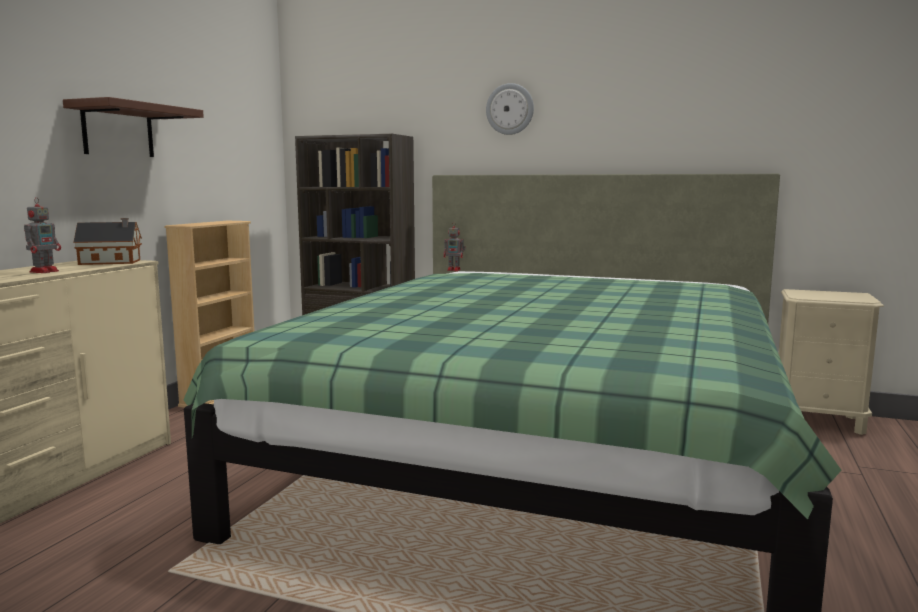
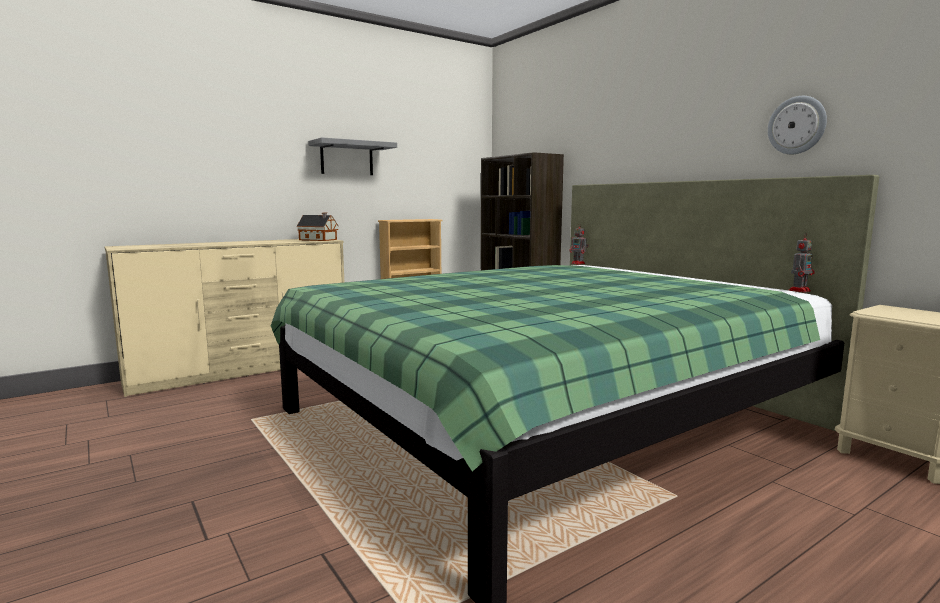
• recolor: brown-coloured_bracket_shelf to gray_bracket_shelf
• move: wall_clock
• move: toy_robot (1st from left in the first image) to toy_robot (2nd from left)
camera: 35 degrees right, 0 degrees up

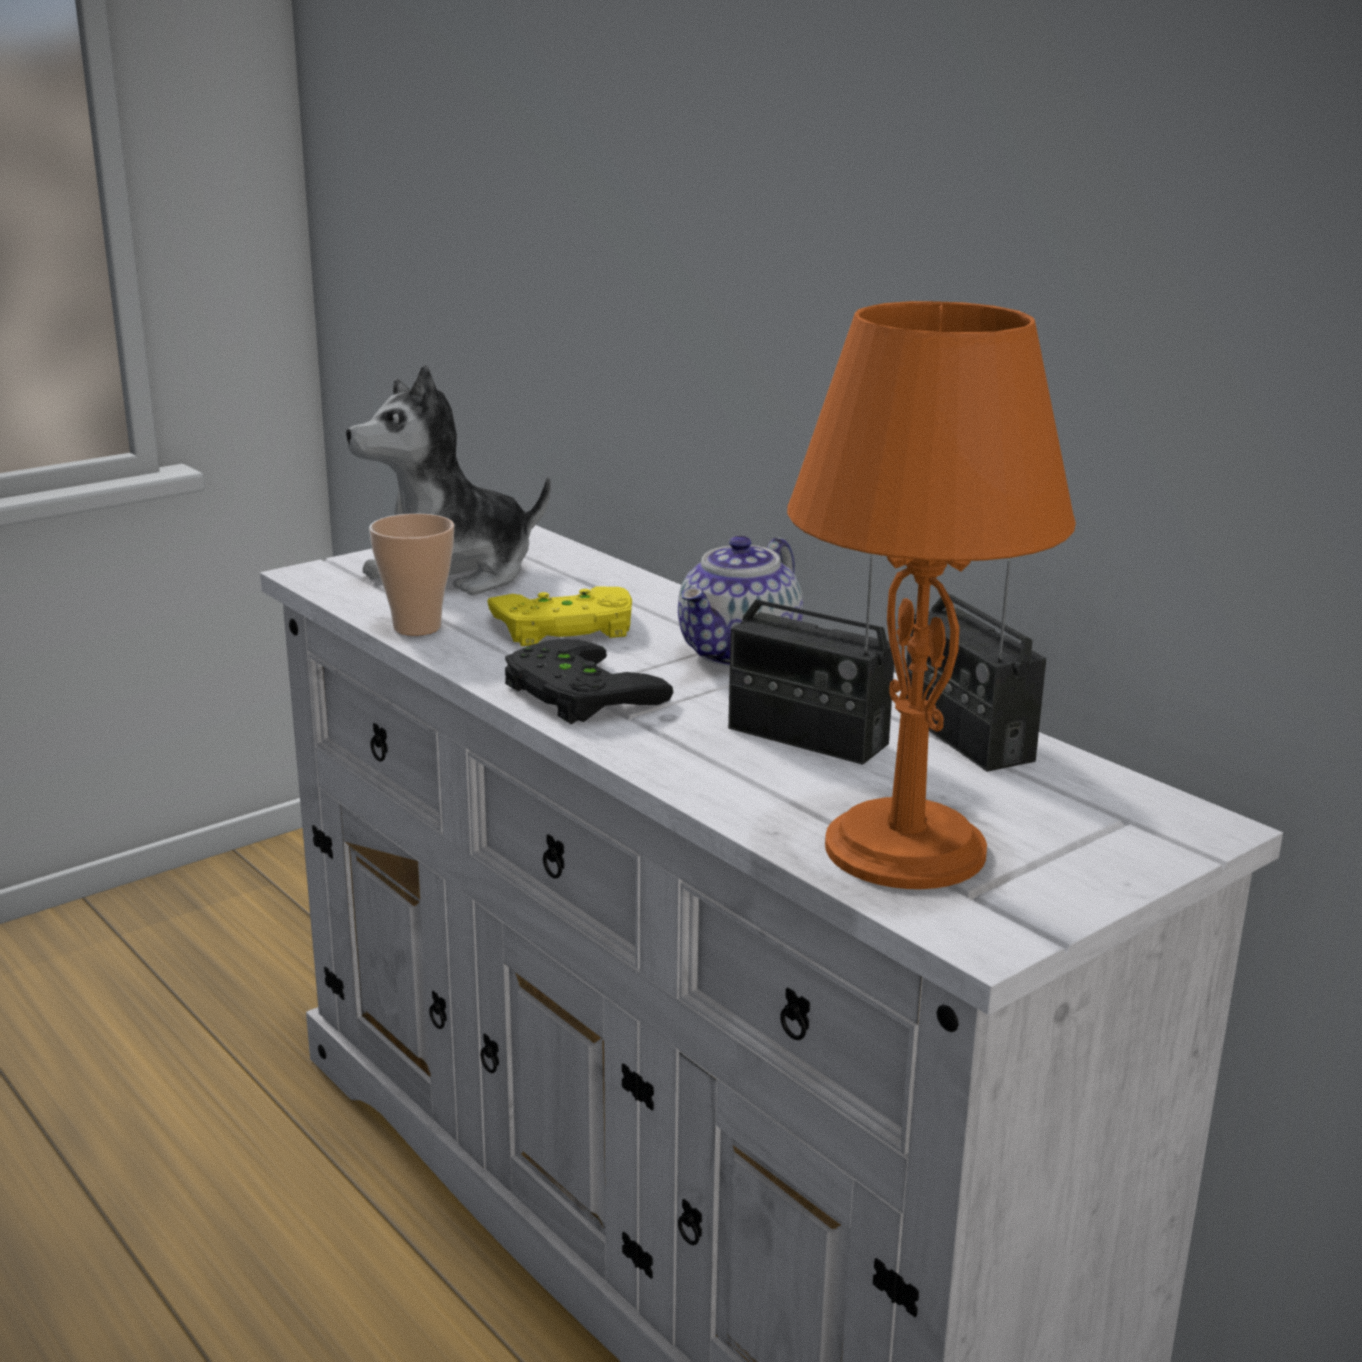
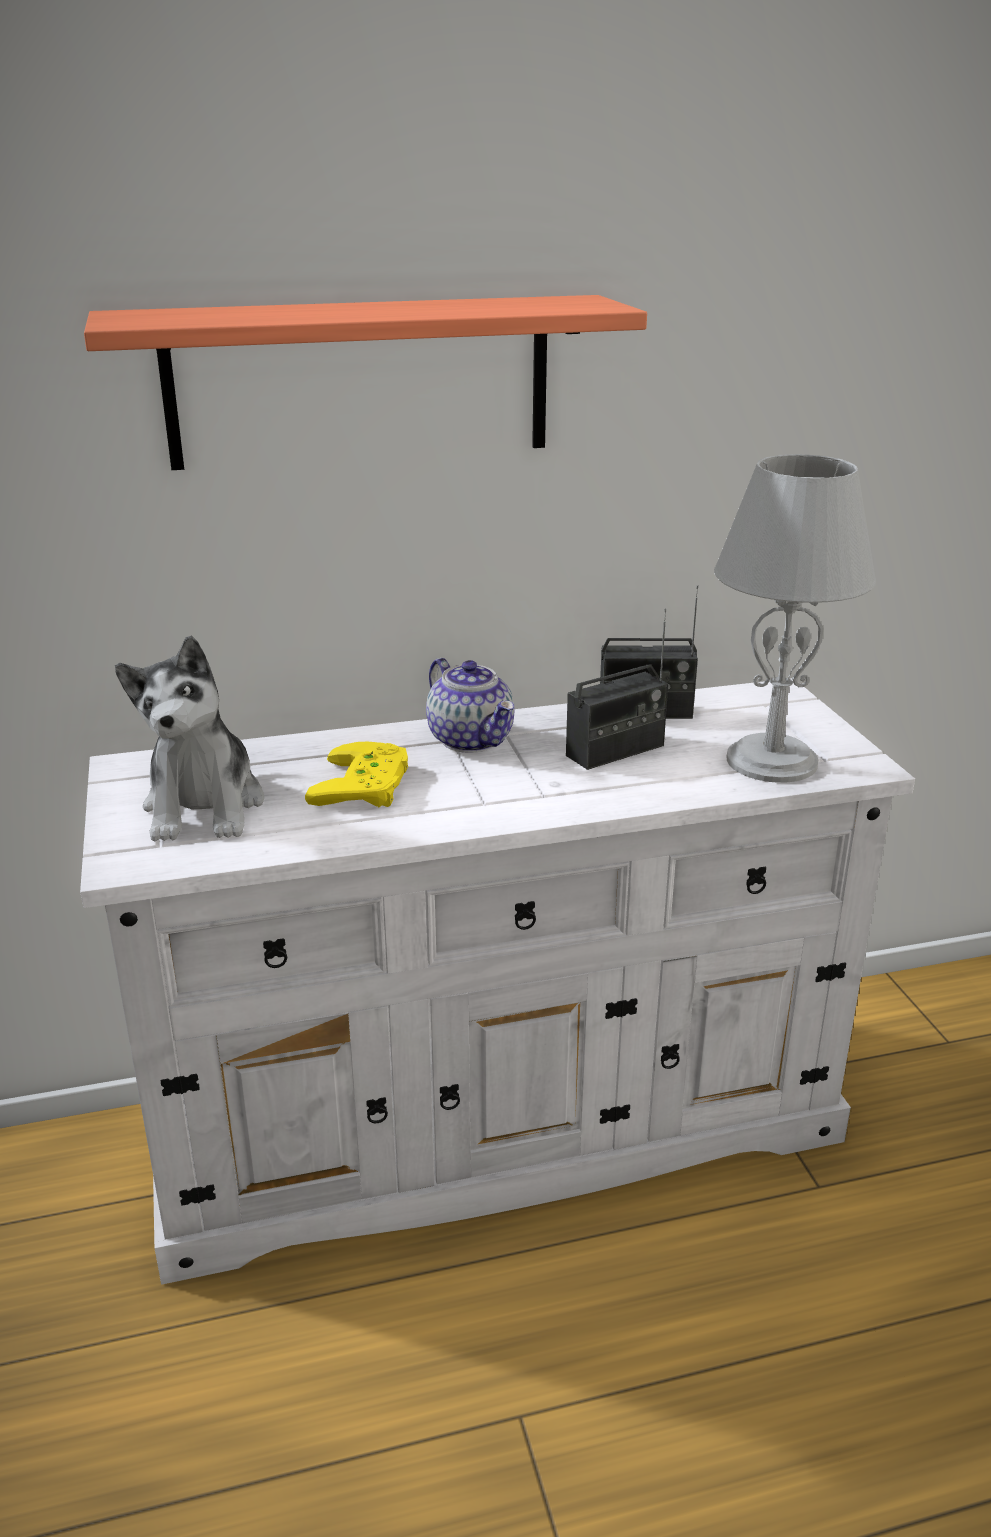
• insert: bracket_shelf
• recolor: orange-coloured_tabletop_lamp to gray_tabletop_lamp
• delete: cup
• delete: blackish_gamepad
camera: 65 degrees left, 5 degrees up

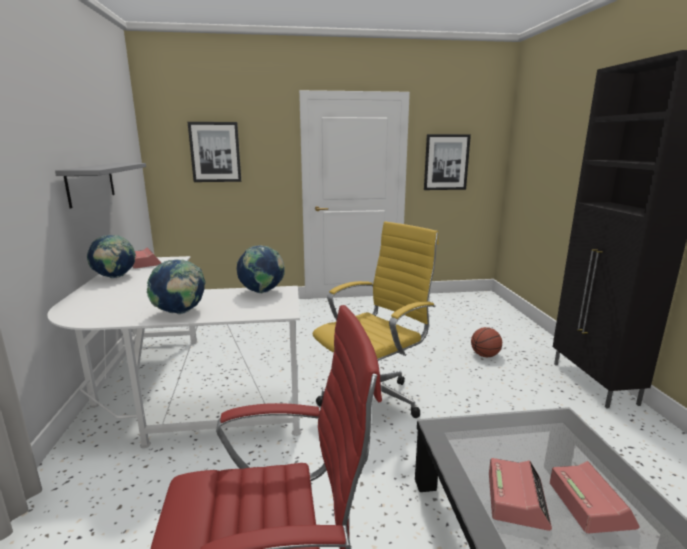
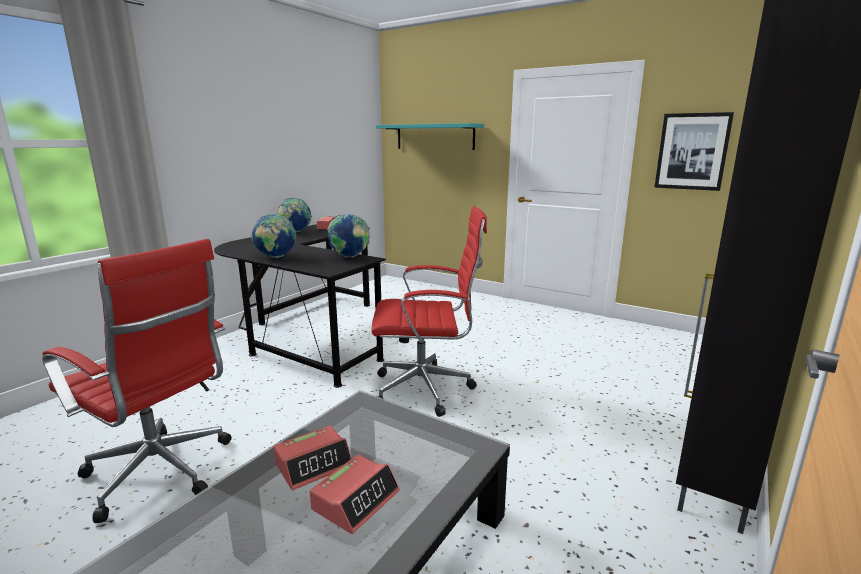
• recolor: whitish_desk_table to blackish_desk_table
• recolor: yellow_computer_chair to red_computer_chair (2nd from left)
• replace: wall_art (1st from left) to turquoise_bracket_shelf
• delete: gray_bracket_shelf
• delete: ball_for_basketball
camera: 40 degrees right, 0 degrees up

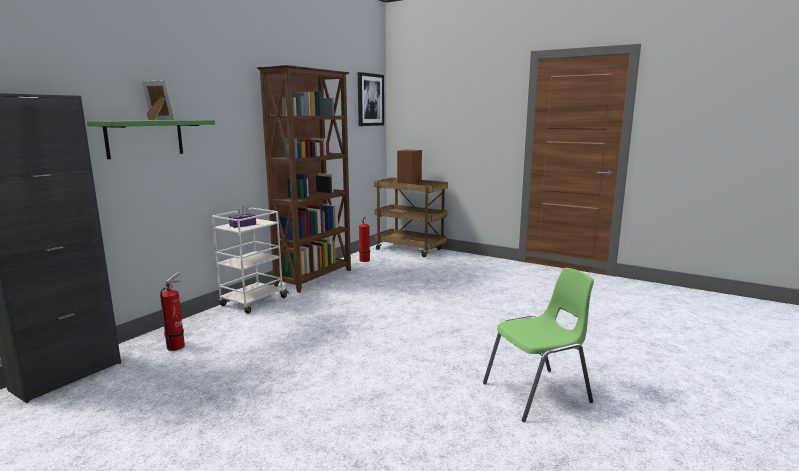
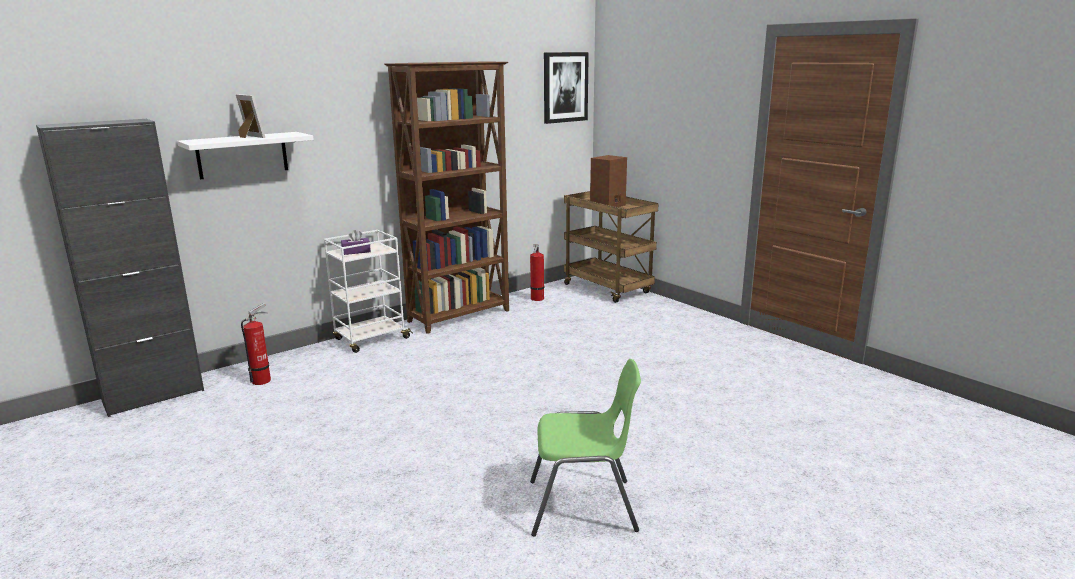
• recolor: green_bracket_shelf to whitish_bracket_shelf
camera: 20 degrees right, 5 degrees up

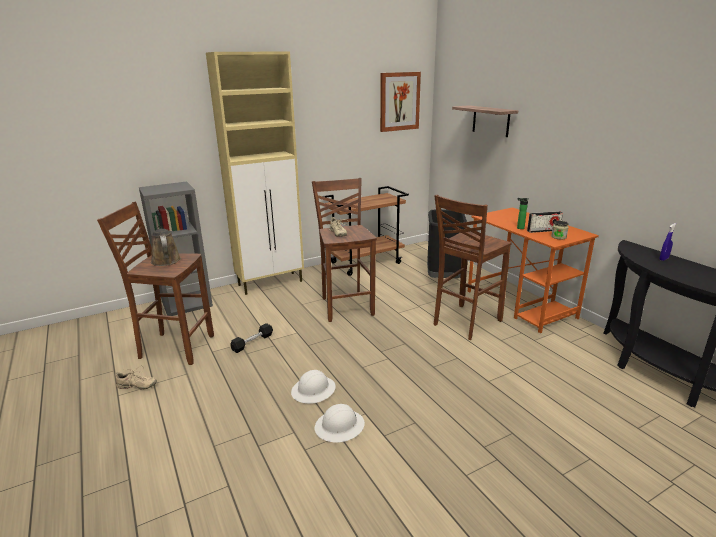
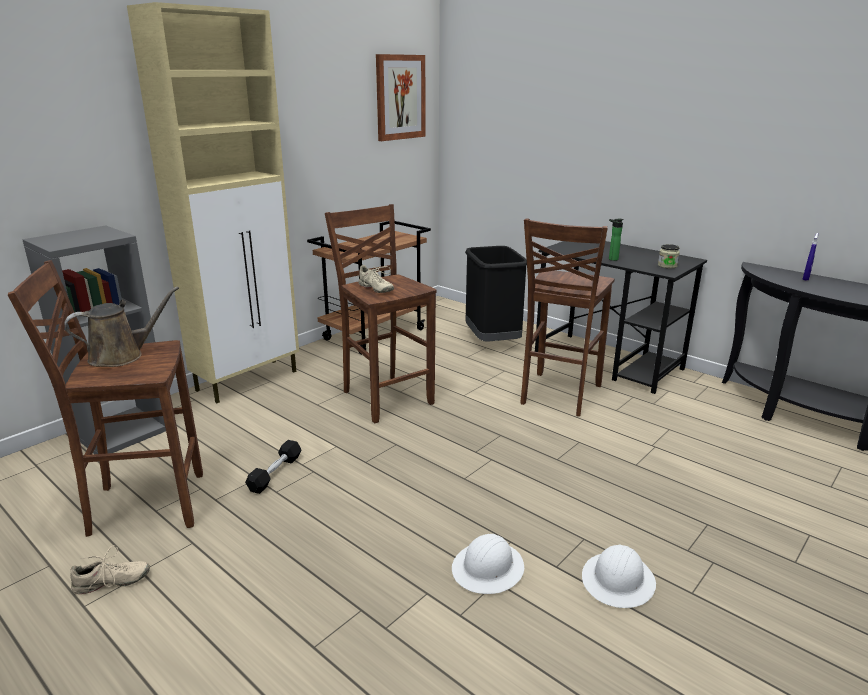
• rotate: brown-coloured_sprinkling_can 105 degrees clockwise
• recolor: orange-coloured_desk_table to blackish_desk_table
• move: whitish_hard_hat (1st from left in the first image) to whitish_hard_hat (2nd from left)
• delete: bracket_shelf
• delete: radio_receiver
camera: 20 degrees left, 0 degrees up

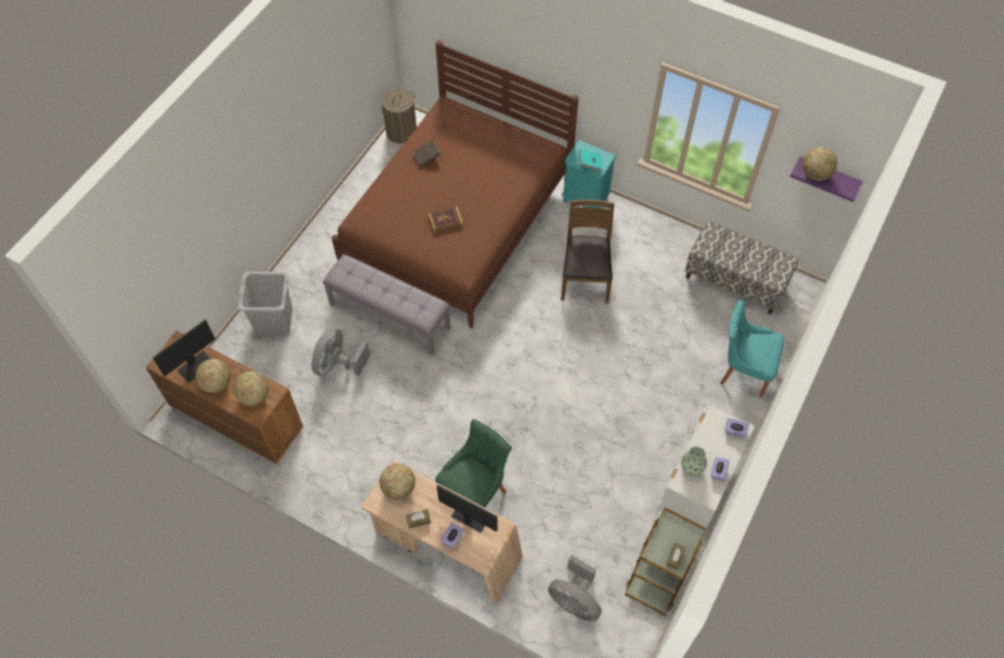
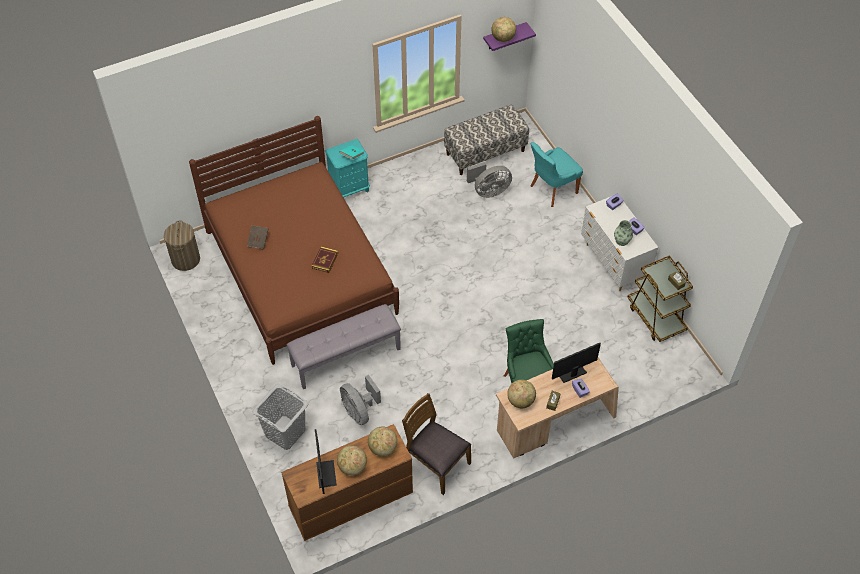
• move: brown-coloured_plain_chair
• move: gray_electric_fan (2nd from left)
camera: 55 degrees left, 5 degrees down

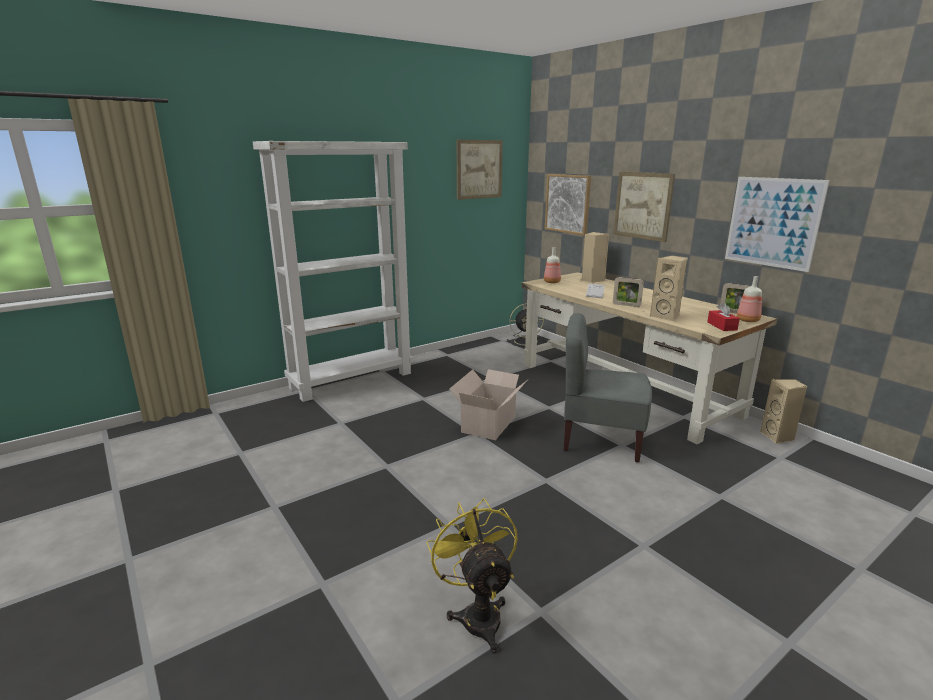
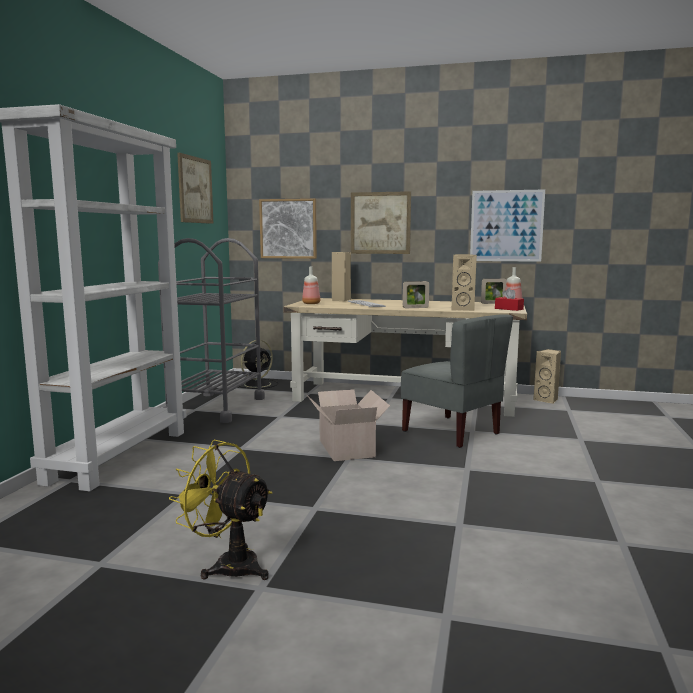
• insert: gray_wheeled_cart
• move: yellow_electric_fan
• rotate: gray_plain_chair 105 degrees counterclockwise
camera: 40 degrees left, 10 degrees down

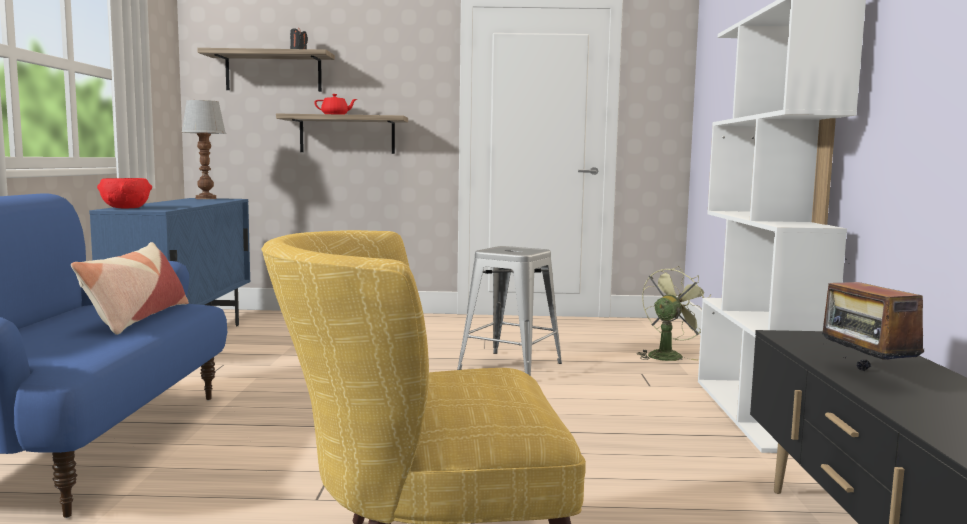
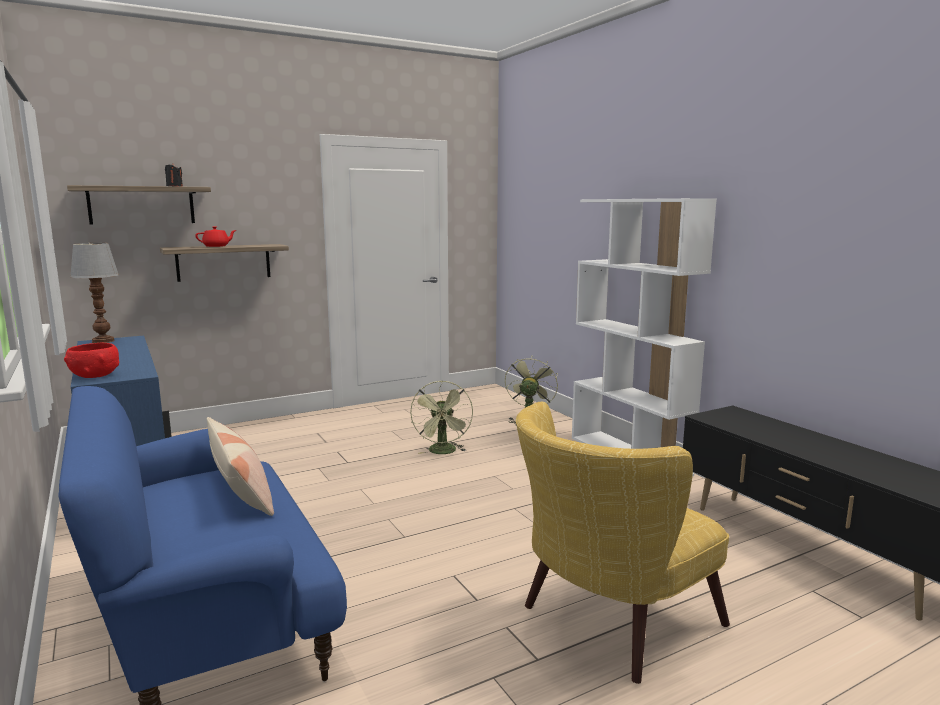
• replace: gray_sitting_stool to green_electric_fan (1st from left)
• delete: radio_receiver
camera: 30 degrees left, 5 degrees up

